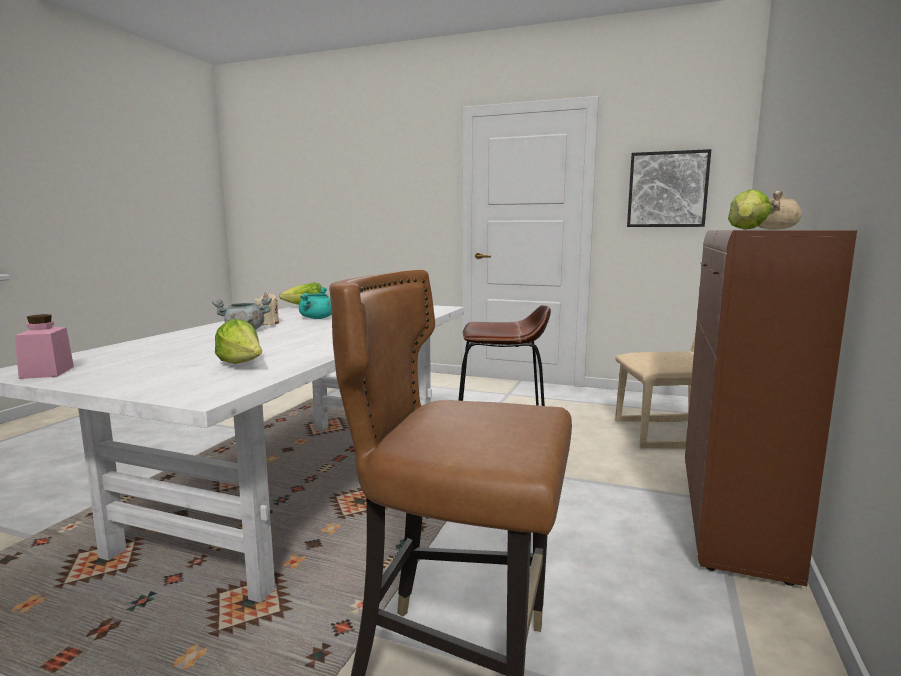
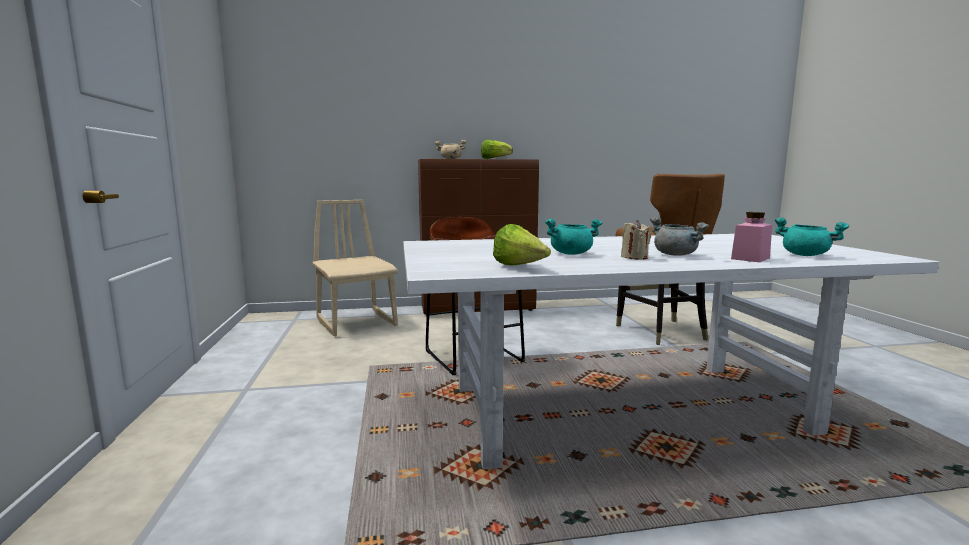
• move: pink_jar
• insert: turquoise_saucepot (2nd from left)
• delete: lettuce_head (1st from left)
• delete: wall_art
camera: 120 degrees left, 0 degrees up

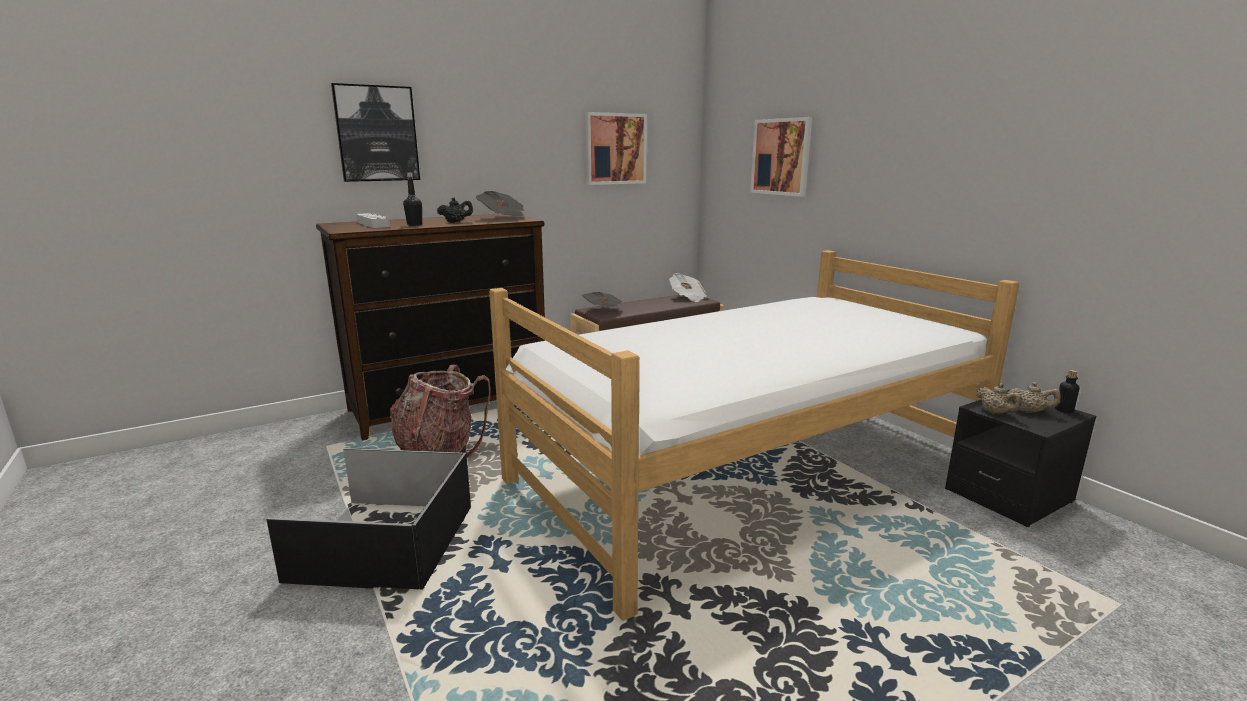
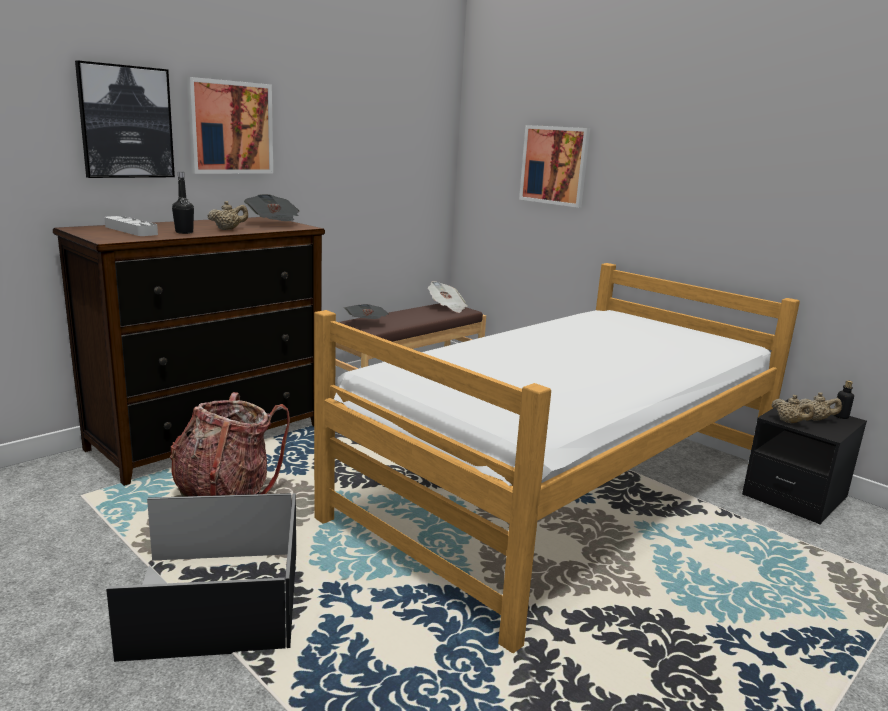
• move: wall_art (2nd from left)
• recolor: blackish_teapot to sand-coloured_teapot (1st from left)
camera: 15 degrees left, 0 degrees up

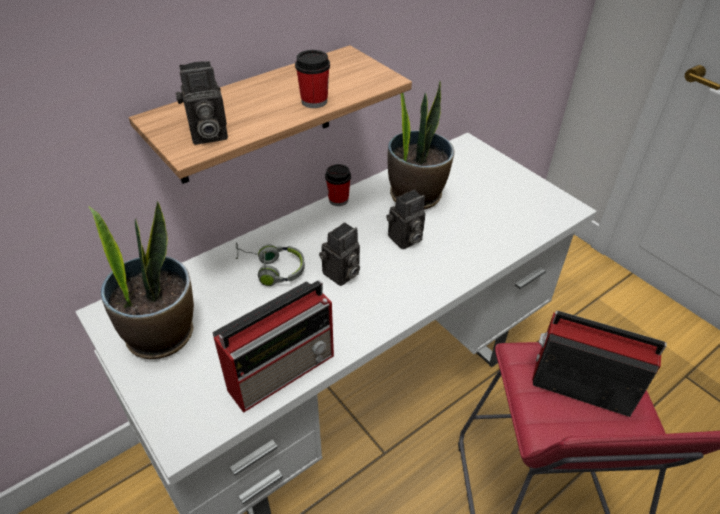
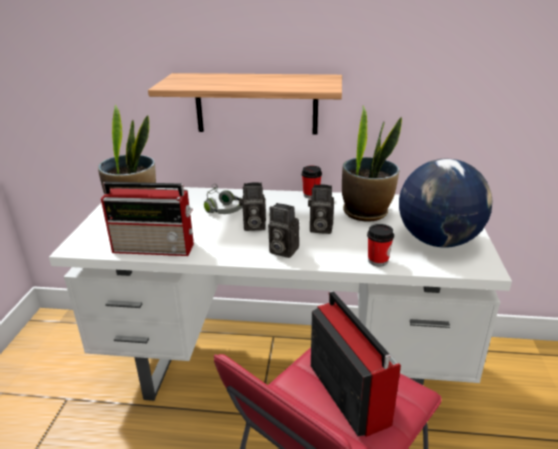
• move: photo_camera (1st from left in the first image) to photo_camera (2nd from left)
• move: cup (1st from left in the first image) to cup (2nd from left)
• insert: world_globe
camera: 45 degrees right, 15 degrees down

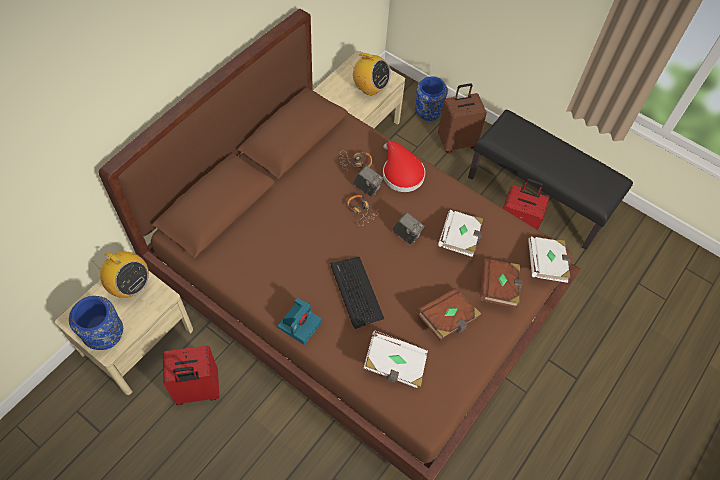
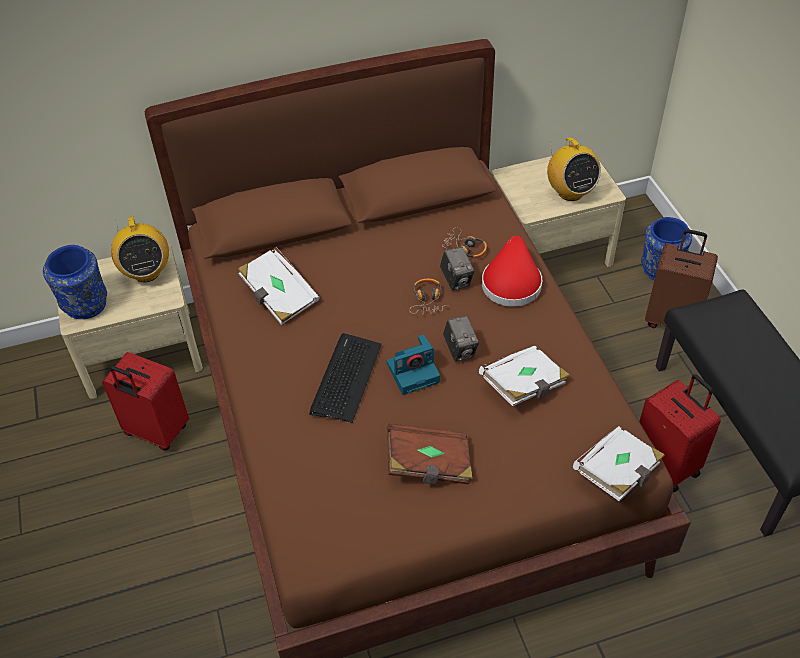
• move: whitish_volume (1st from left)
• move: photo_camera (1st from left)
• delete: brown-coloured_volume (2nd from left)
camera: 40 degrees right, 10 degrees down

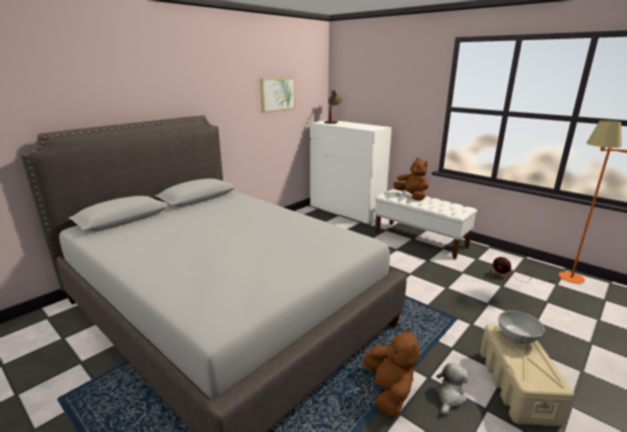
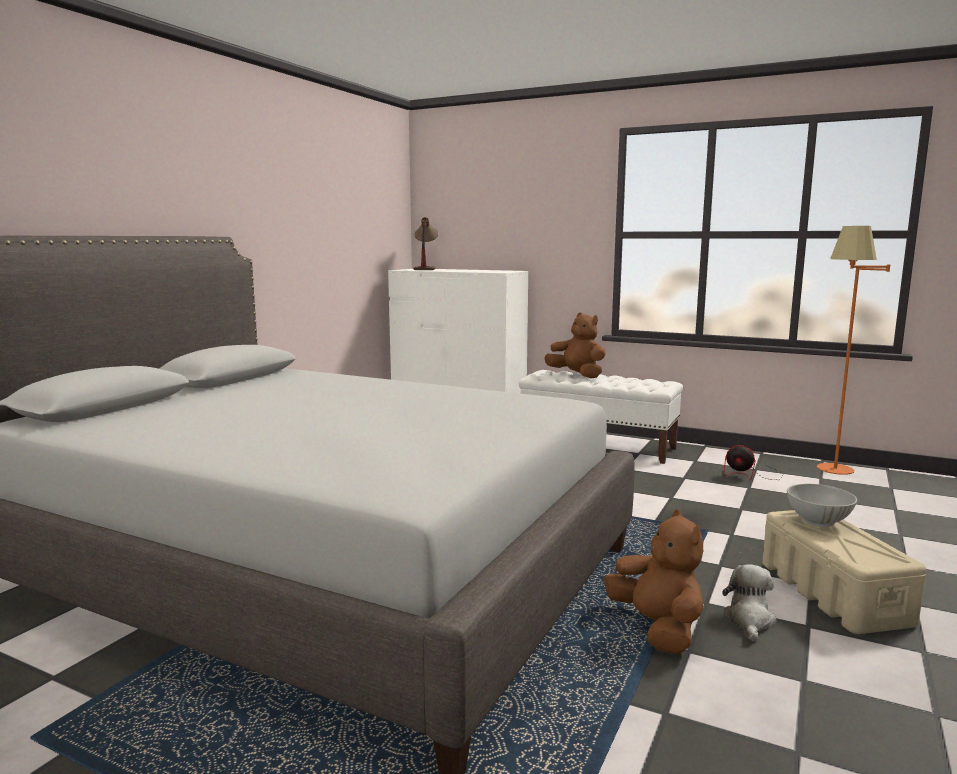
• delete: wall_art
camera: 15 degrees left, 10 degrees down

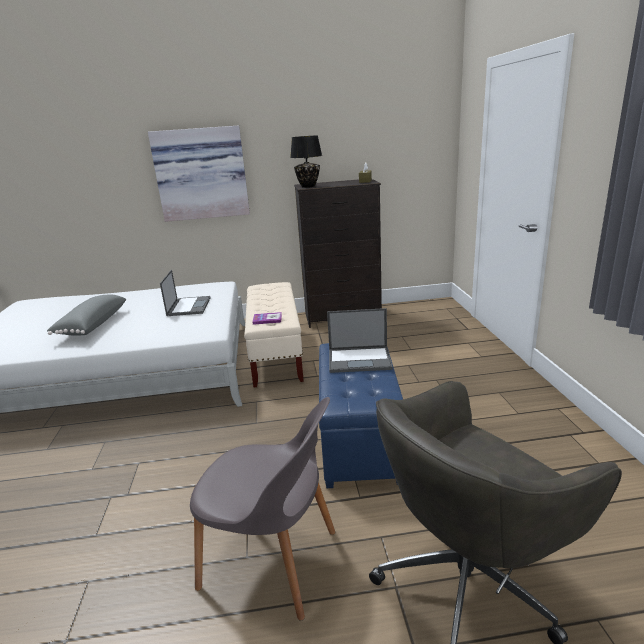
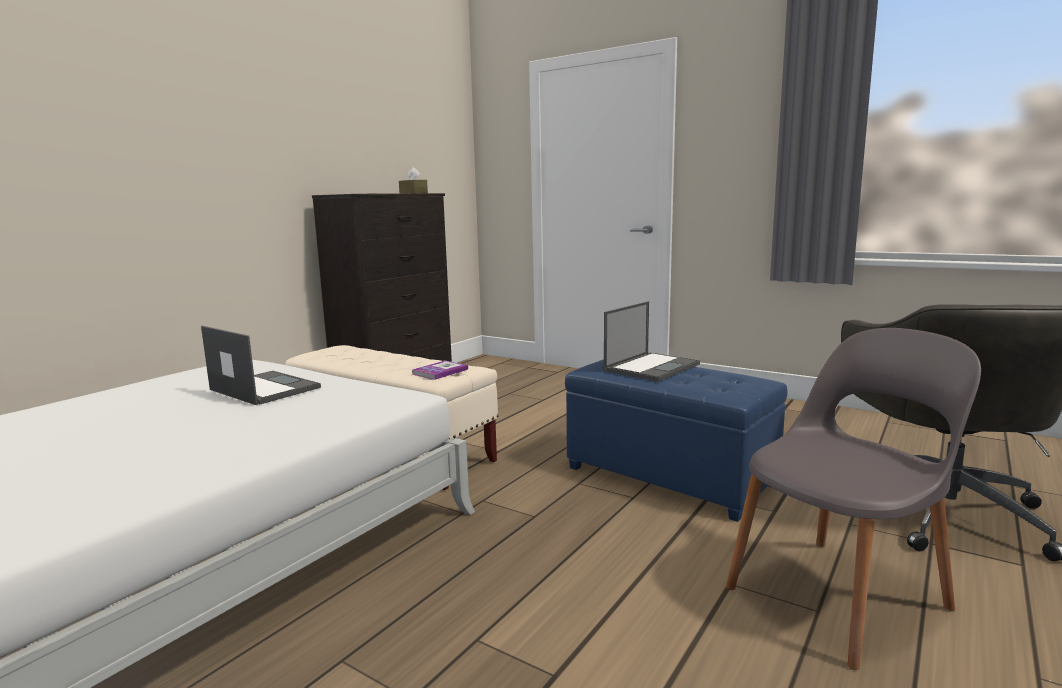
• delete: gray_throw_pillow
• delete: wall_art
• delete: blackish_tabletop_lamp
camera: 50 degrees left, 10 degrees down

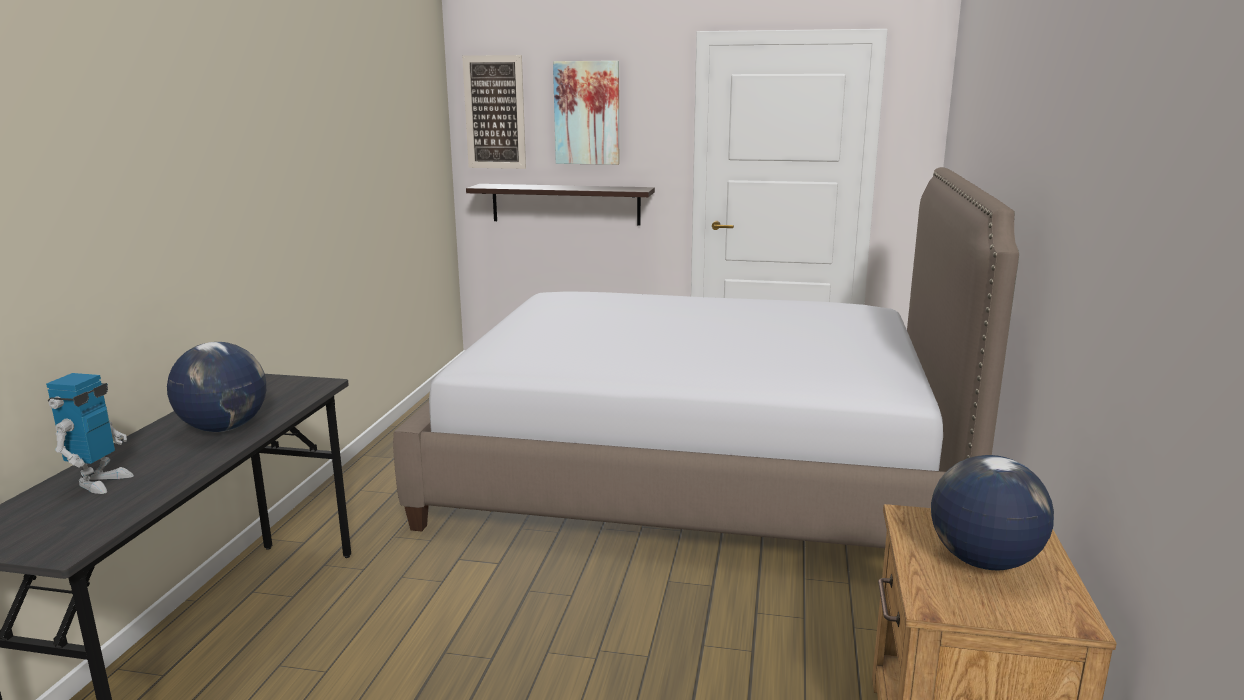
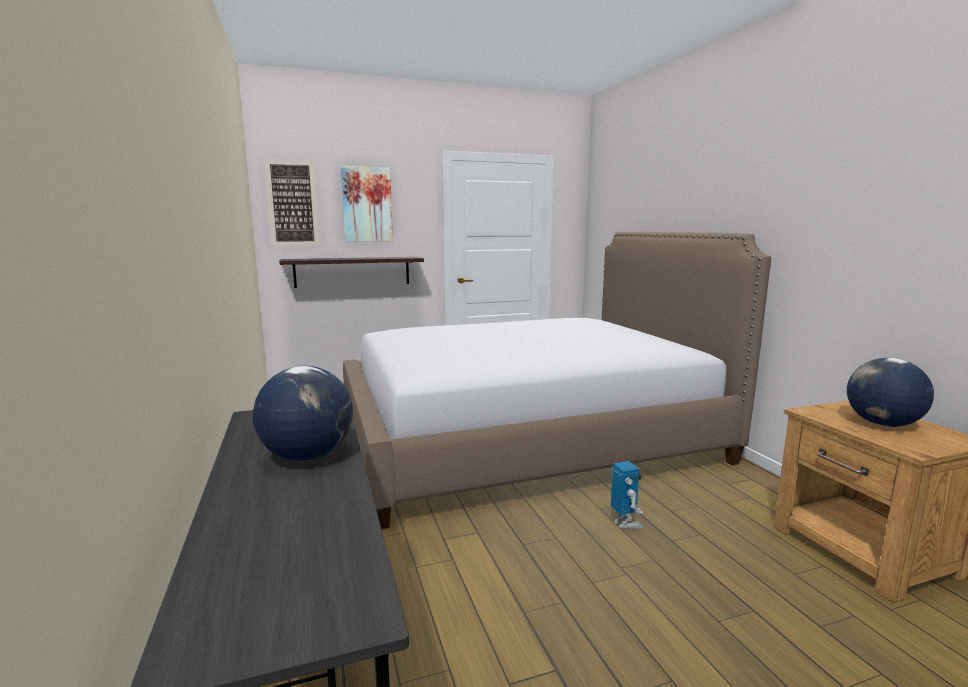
• move: toy_robot
camera: 30 degrees left, 5 degrees down

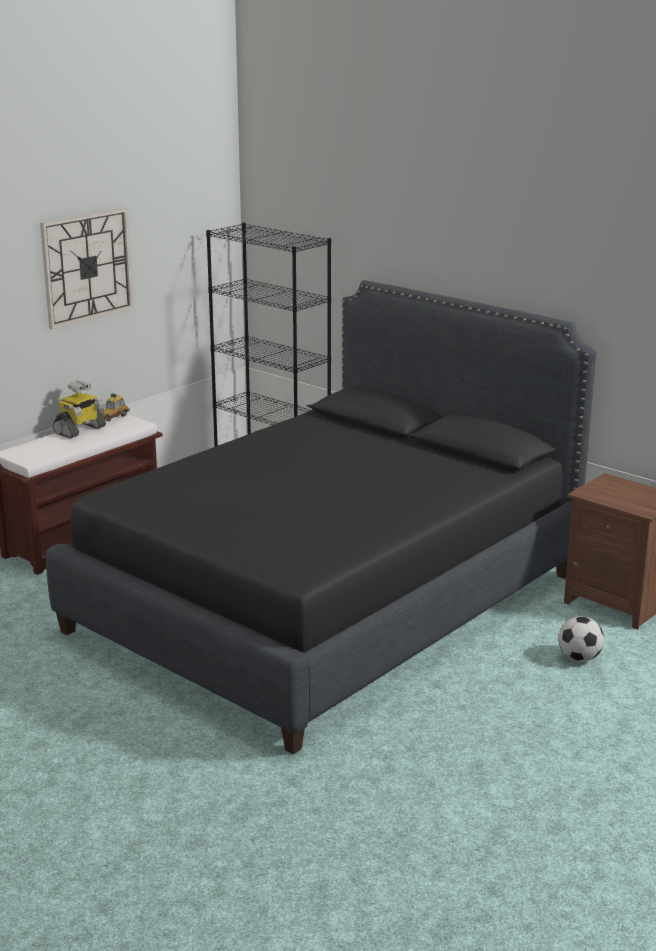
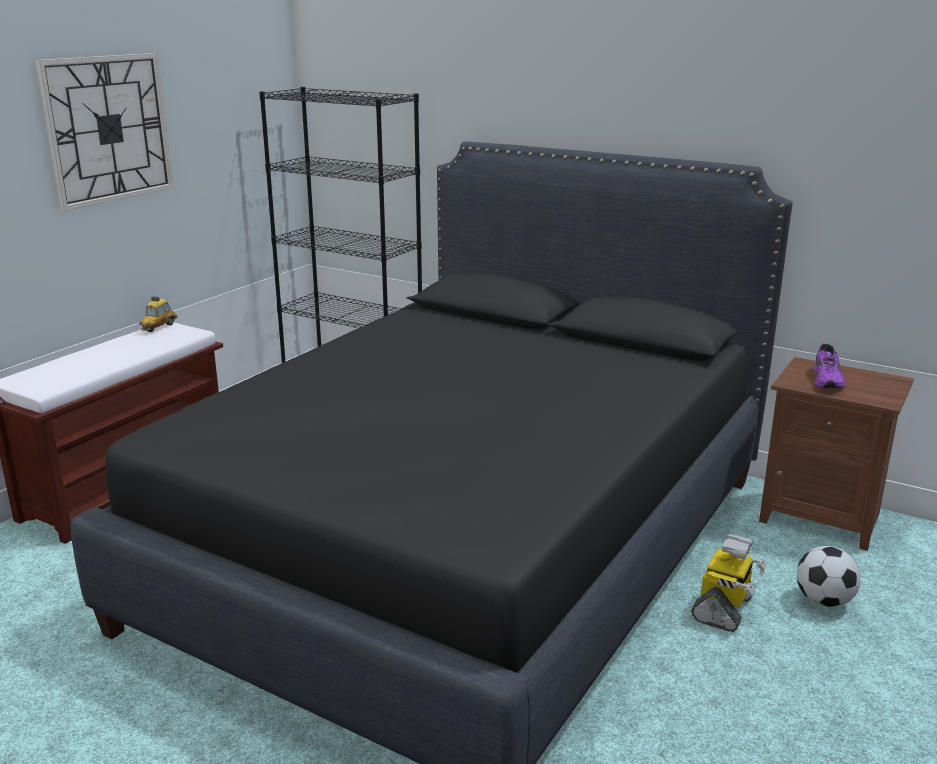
• move: toy_robot
• insert: purple_item_of_footwear
camera: 10 degrees left, 0 degrees up

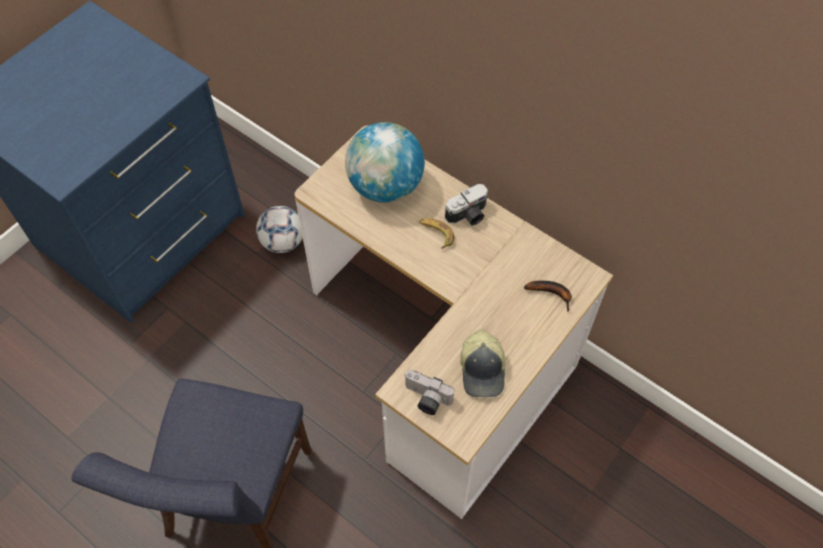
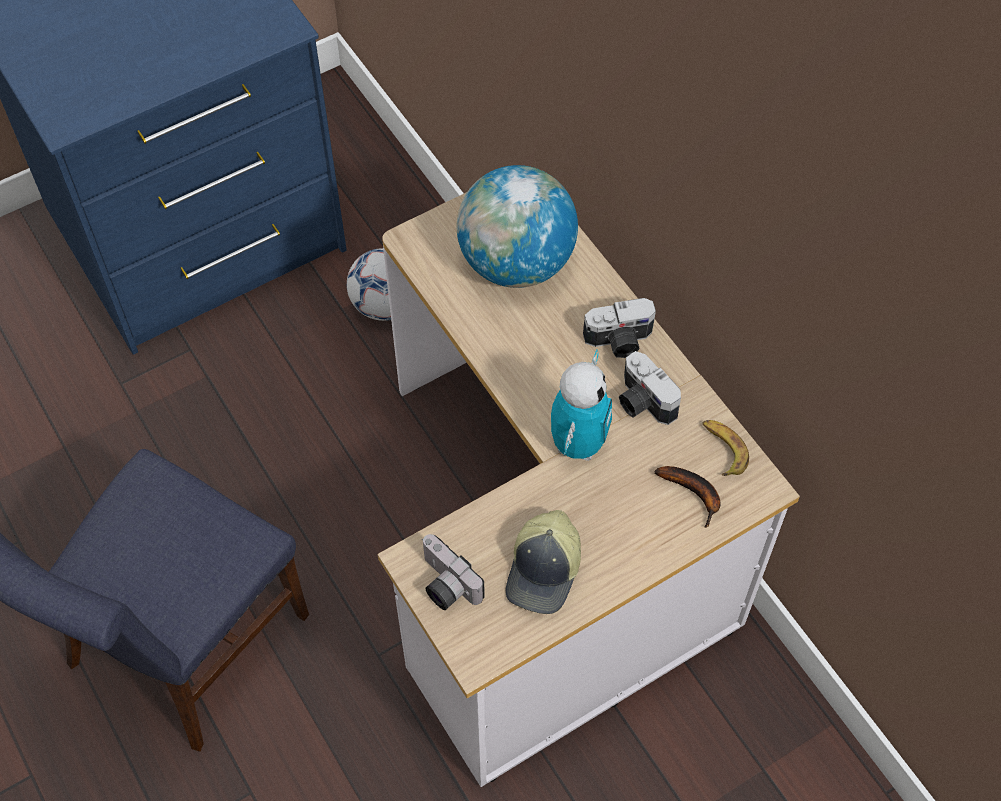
• insert: toy_robot
• insert: photo_camera (3rd from left)
• move: banana_fruit (1st from left in the first image) to banana_fruit (2nd from left)
camera: 20 degrees right, 0 degrees up

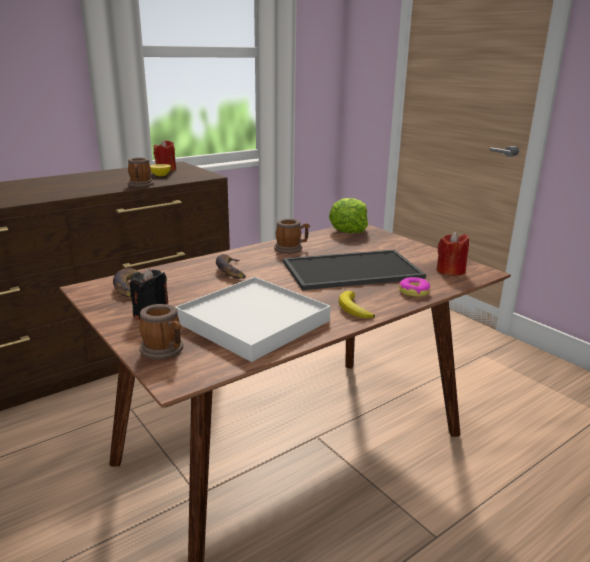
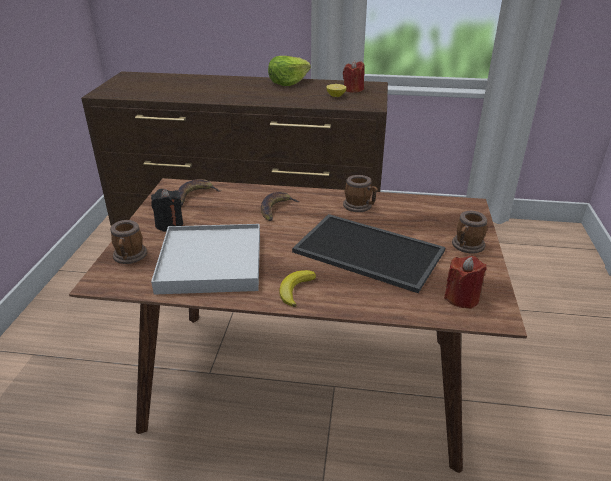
• move: lettuce_head
• move: tea_mug (1st from left in the first image) to tea_mug (3rd from left)
• delete: donut
camera: 45 degrees right, 10 degrees up

